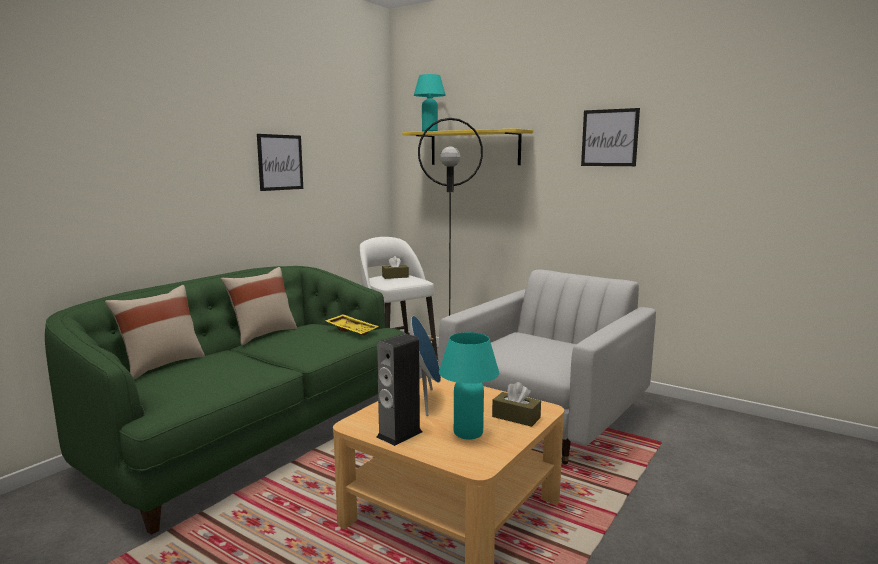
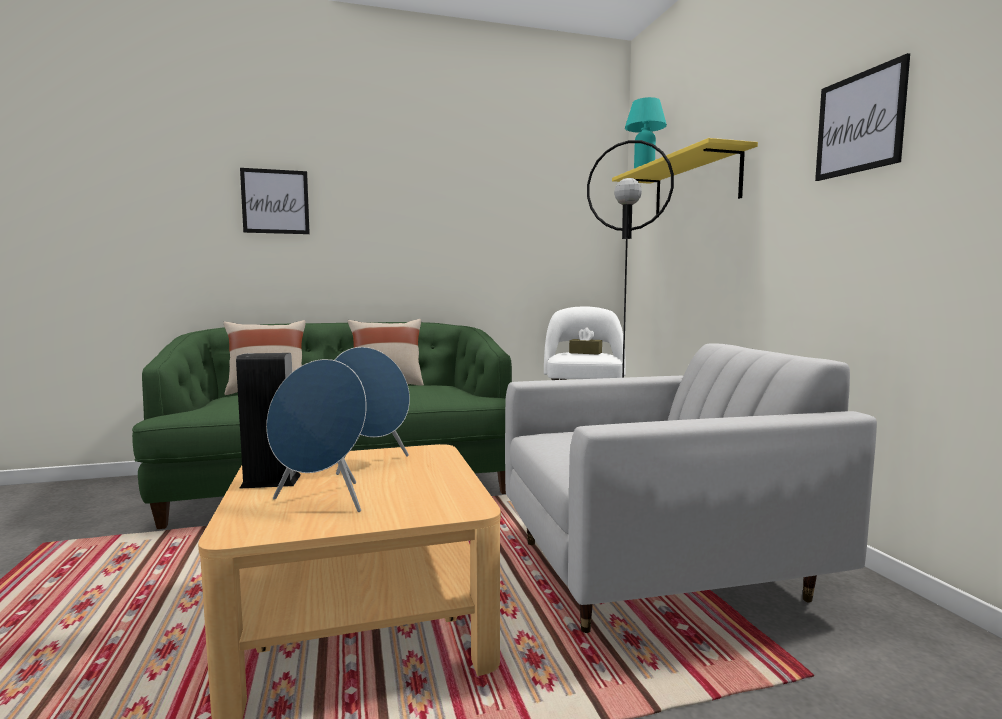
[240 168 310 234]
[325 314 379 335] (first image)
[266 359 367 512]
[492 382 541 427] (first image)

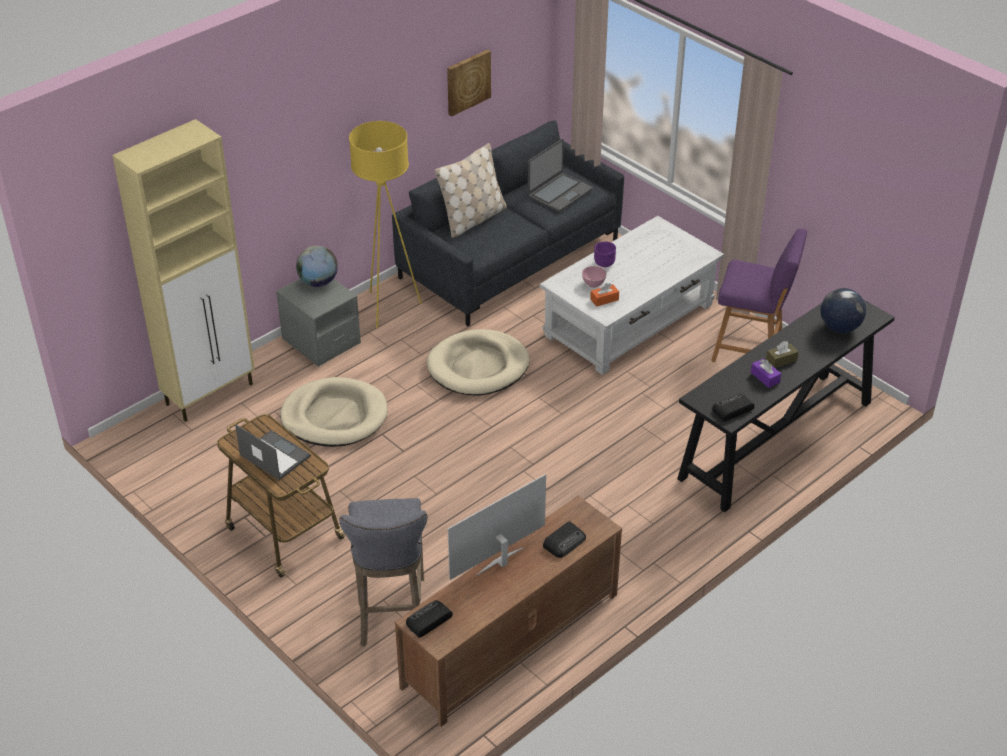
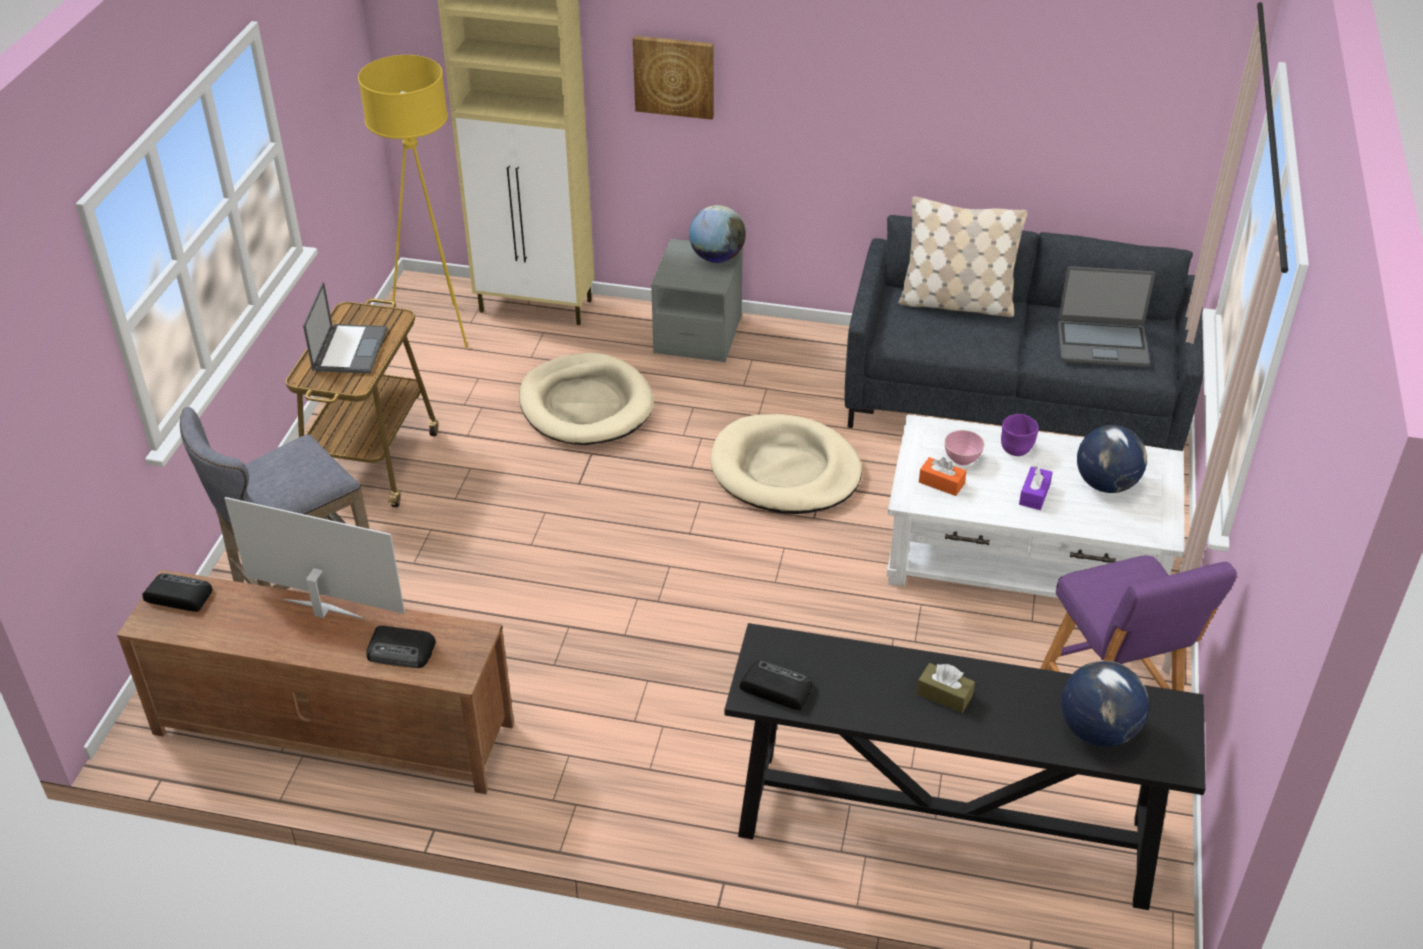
[633 36 714 120]
[358 55 468 348]
[1019 466 1053 510]
[1077 425 1147 493]

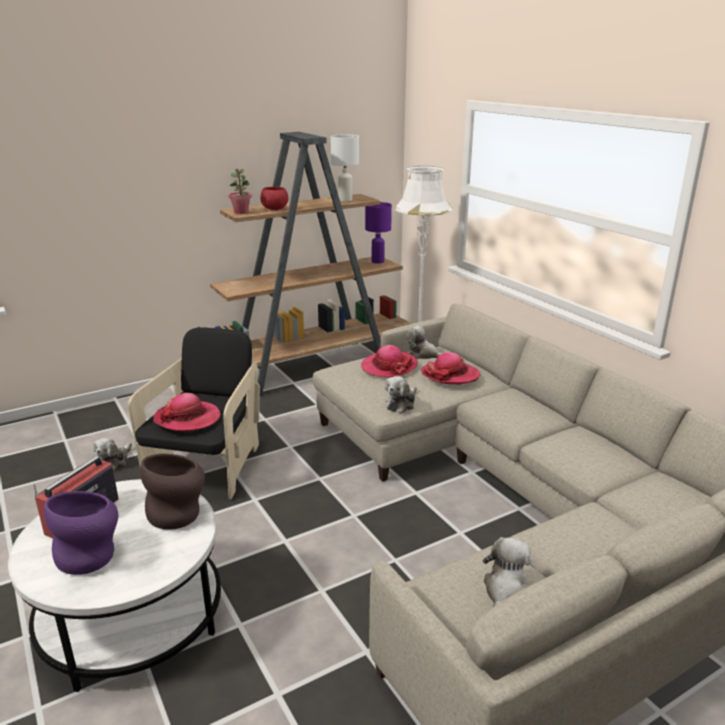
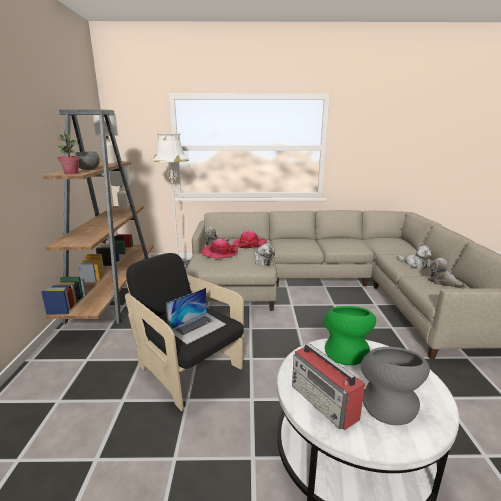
[75 151 100 170]
[109 166 130 209]
[166 288 227 344]
[398 245 432 268]
[324 306 376 365]
[361 347 430 425]

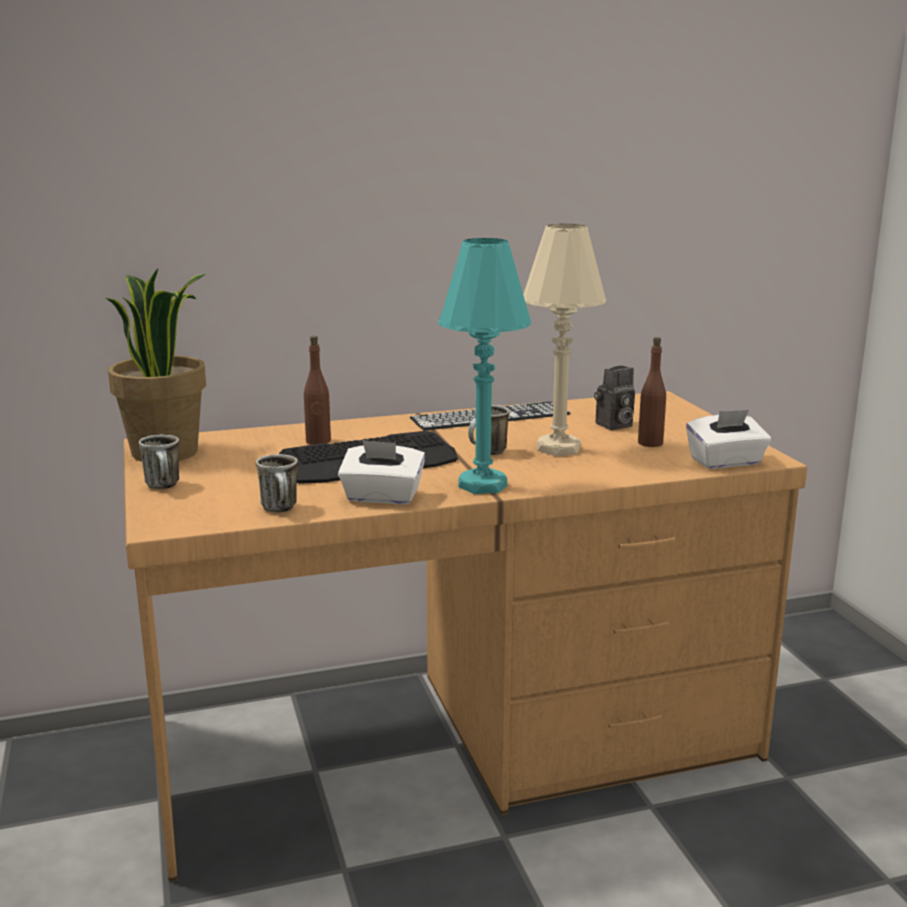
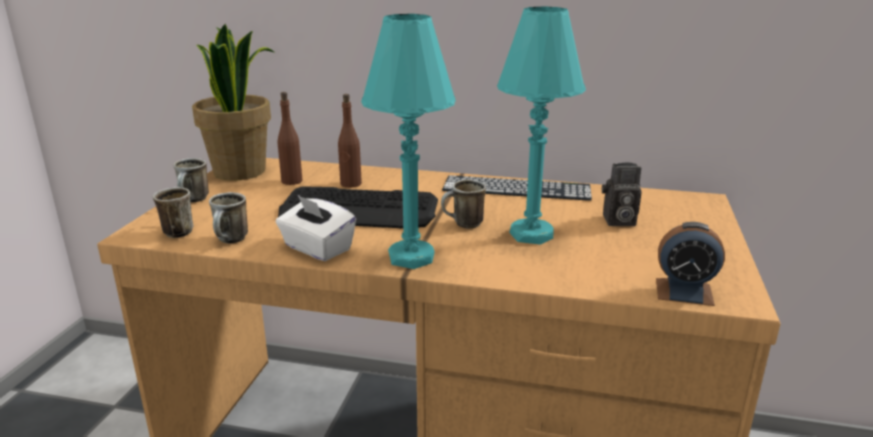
[497 6 586 245]
[278 92 302 185]
[656 222 725 306]
[153 187 193 238]

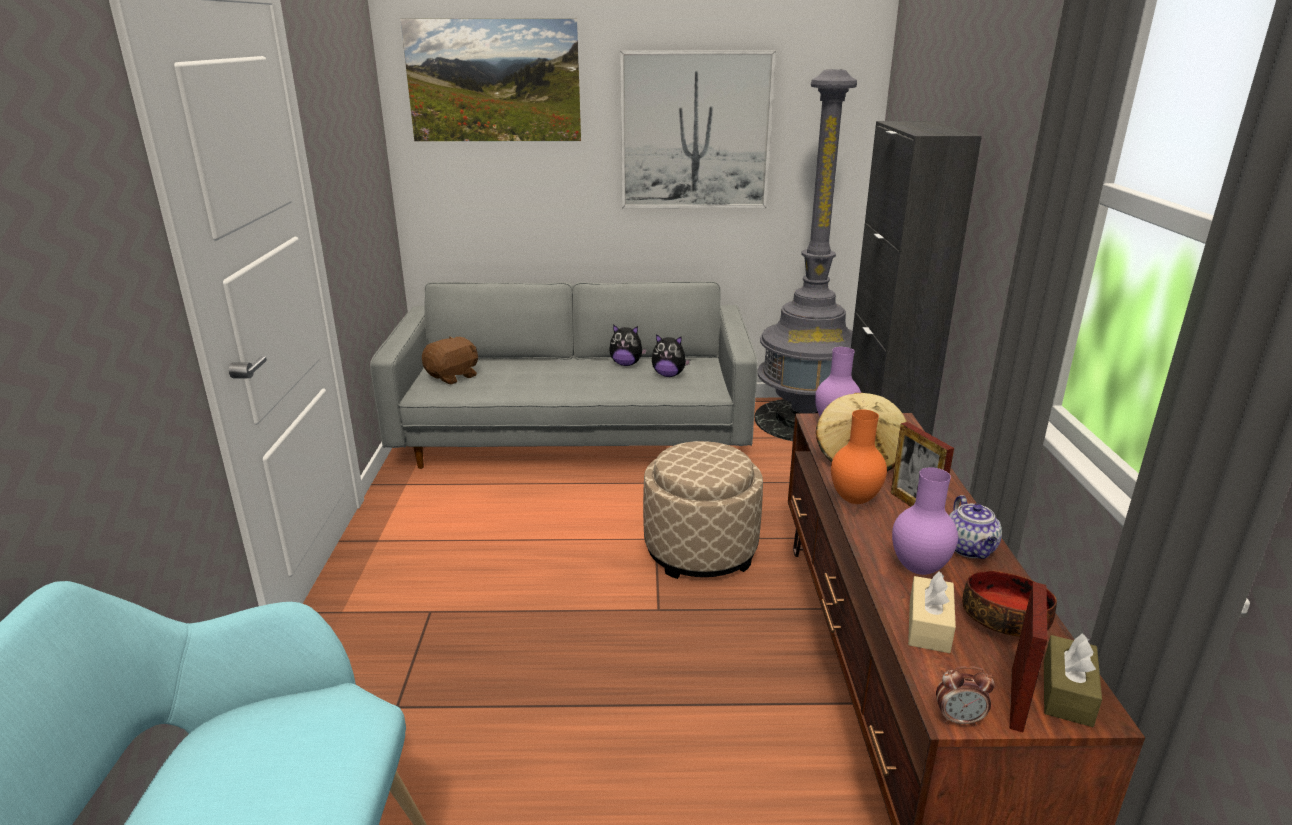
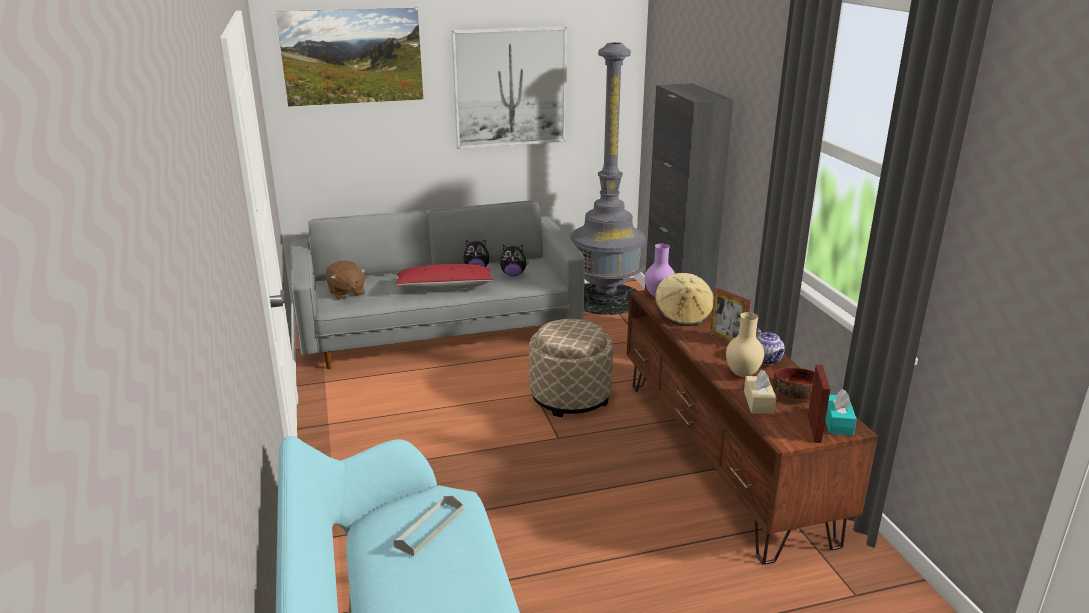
[326 261 366 300]
[831 409 887 504] (first image)
[726 312 764 377]
[825 389 857 435]
[936 666 995 726] (first image)
[394 264 494 290]
[394 496 464 556]

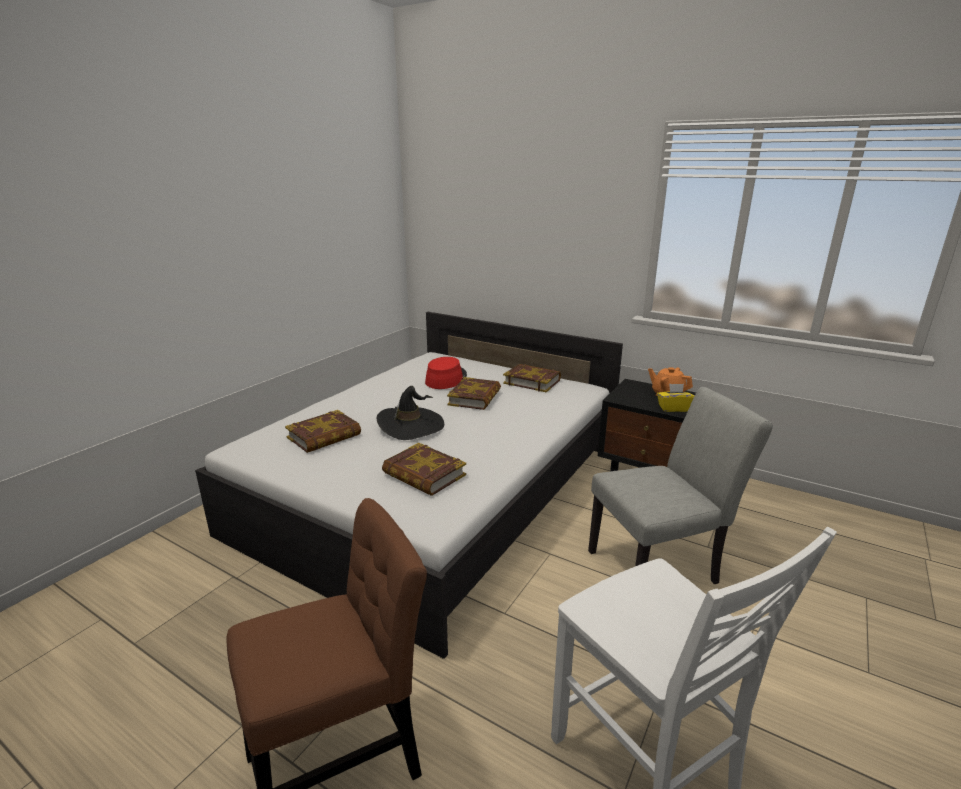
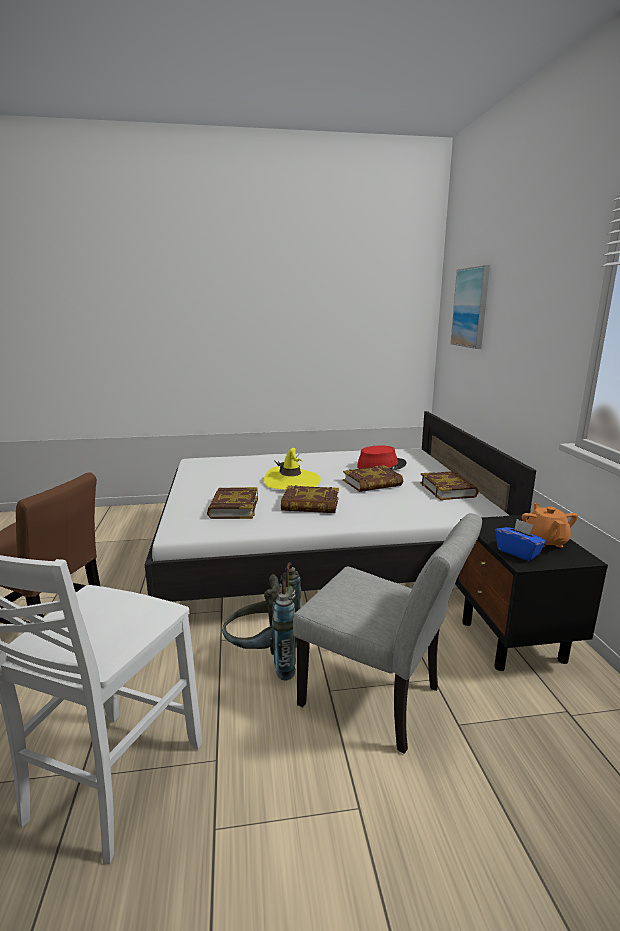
[495 519 546 561]
[264 448 321 490]
[281 485 339 513]
[451 265 490 349]
[222 562 302 681]

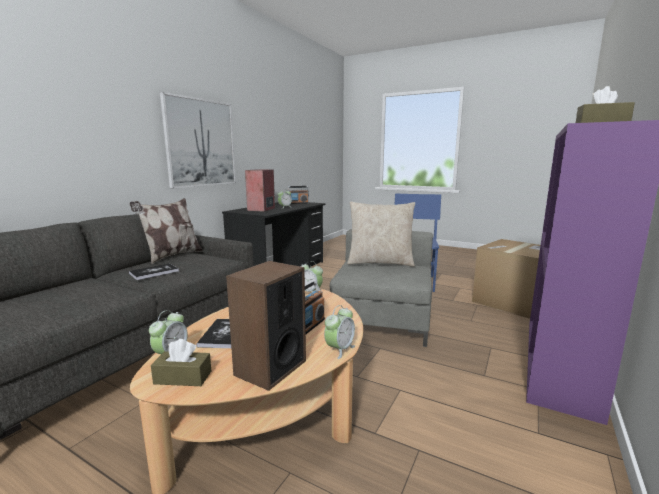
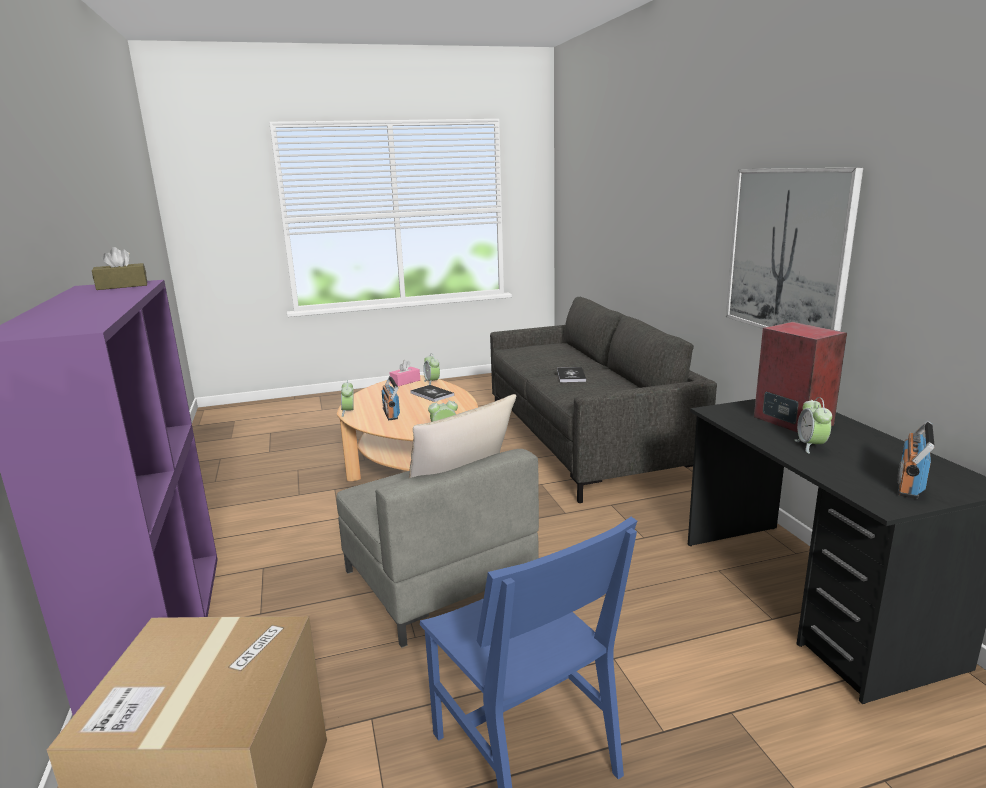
[130 198 203 264] (first image)
[226 261 306 391] (first image)
[390 360 420 386]

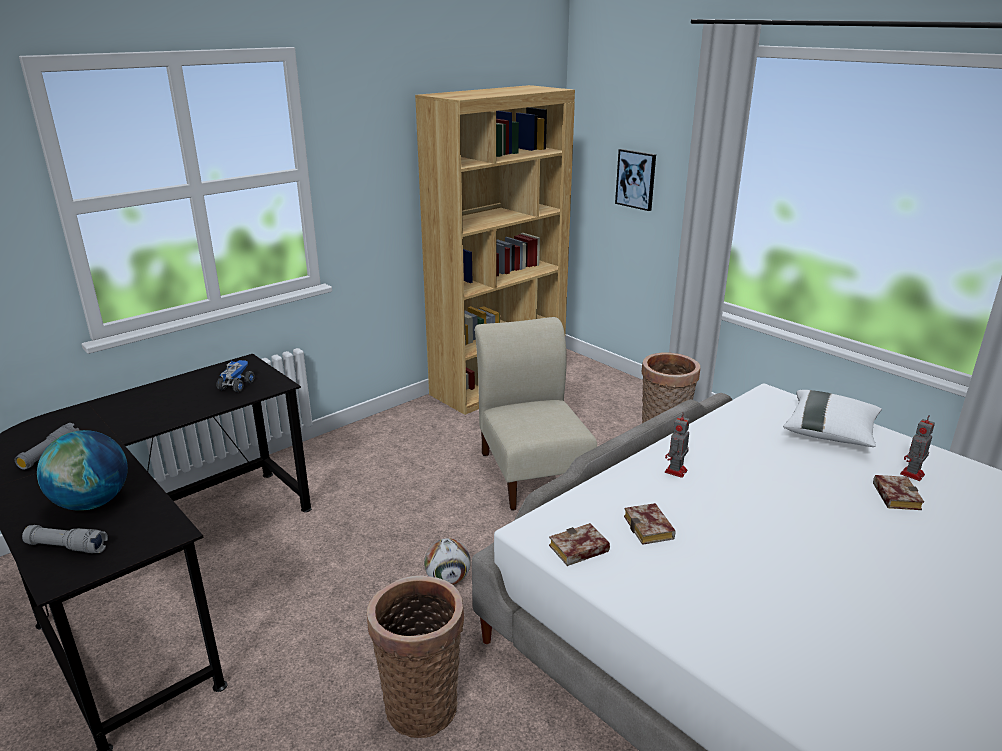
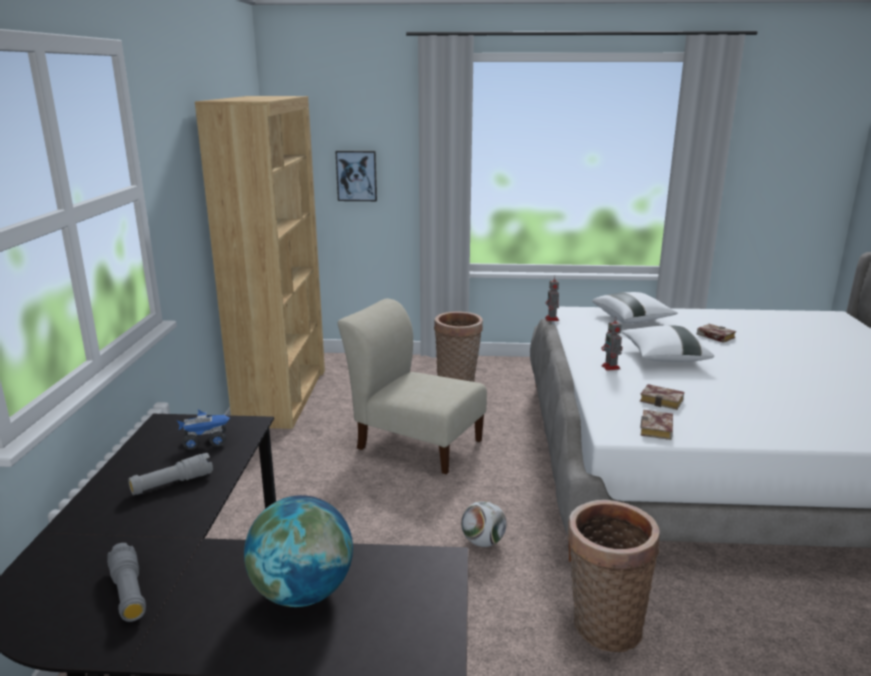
[177 410 230 450]
[545 276 559 321]
[128 453 213 495]
[622 325 714 362]

